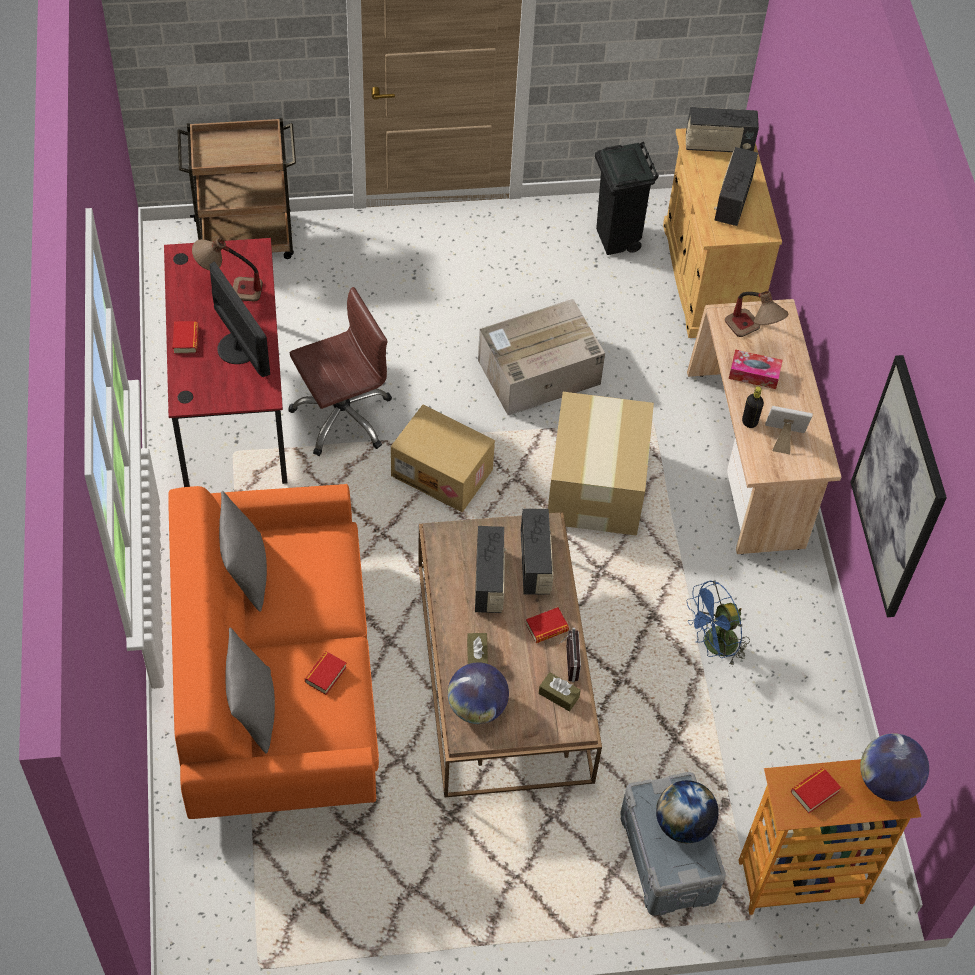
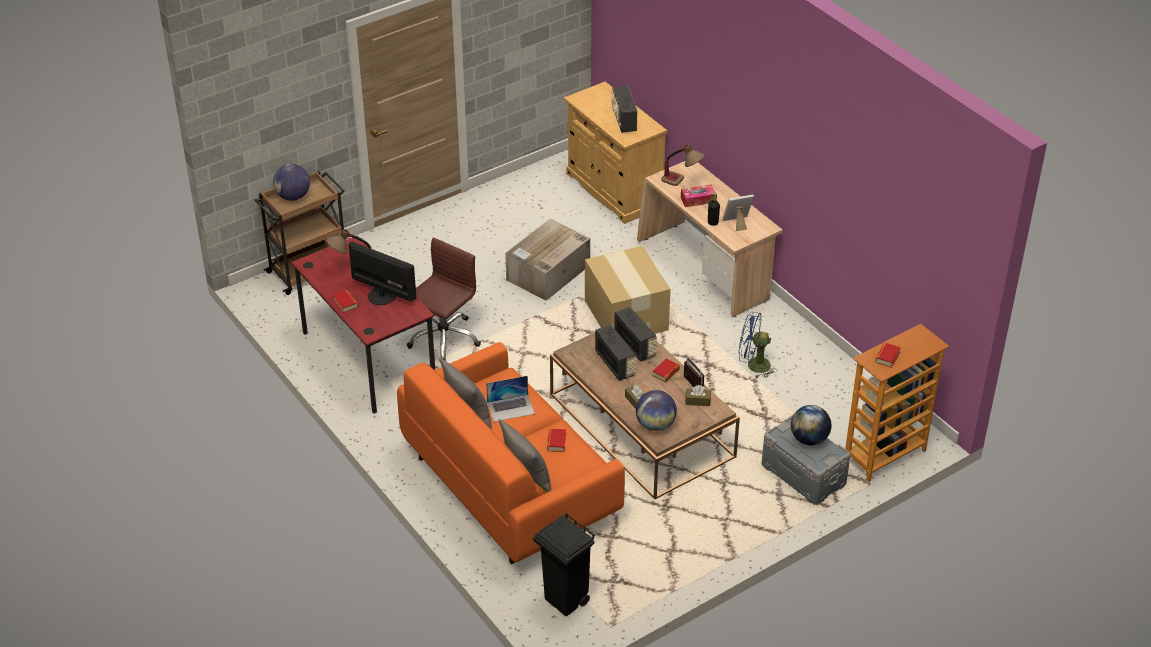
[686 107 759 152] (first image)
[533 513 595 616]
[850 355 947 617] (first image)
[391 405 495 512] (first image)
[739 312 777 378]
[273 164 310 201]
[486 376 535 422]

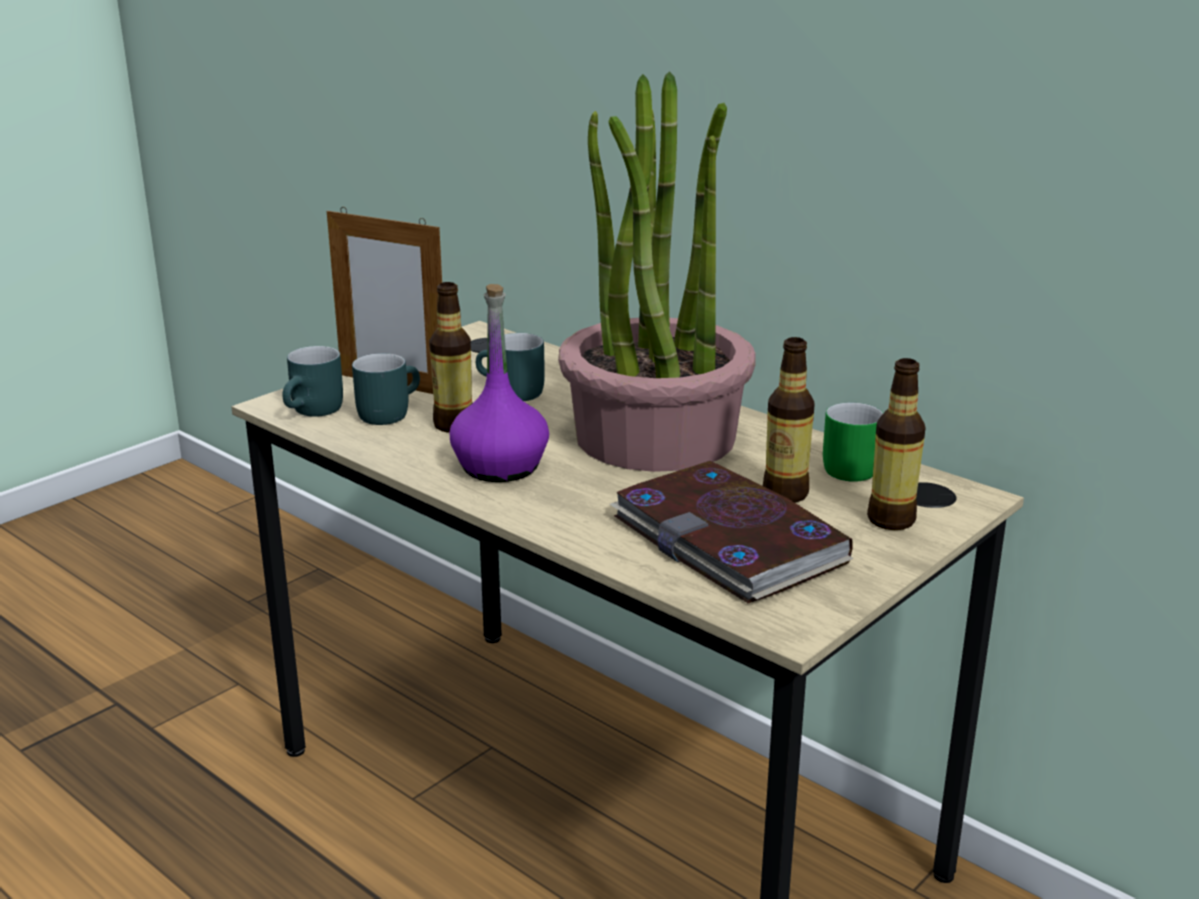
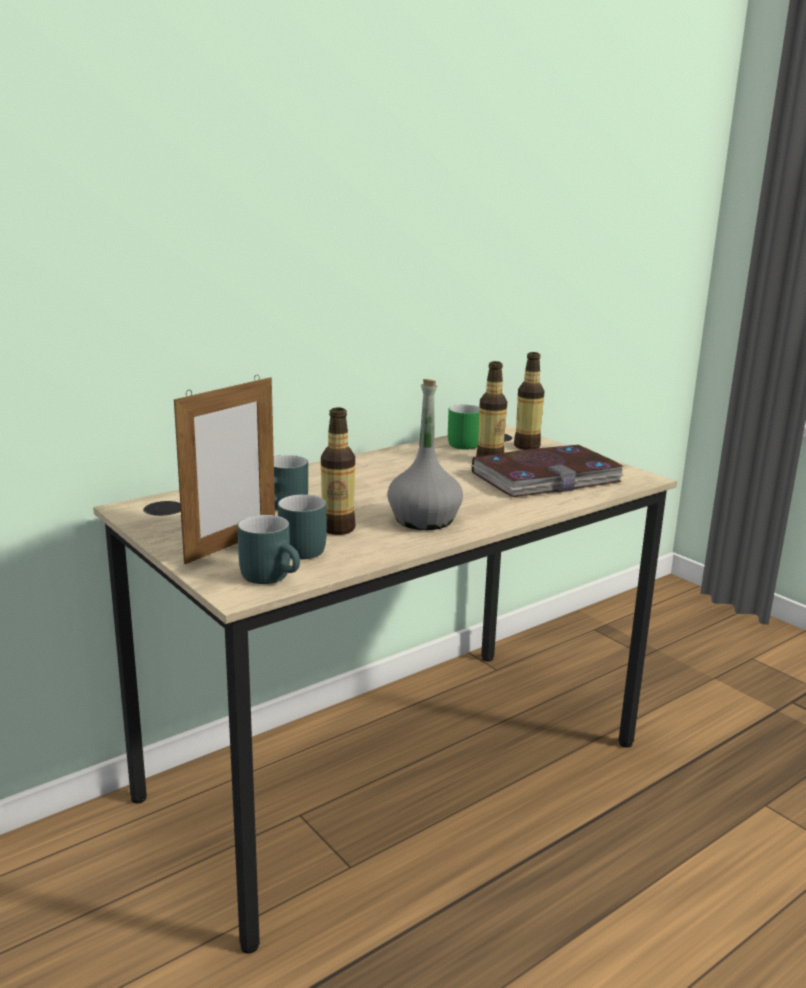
[558 71 756 472] (first image)
[387 379 463 530]

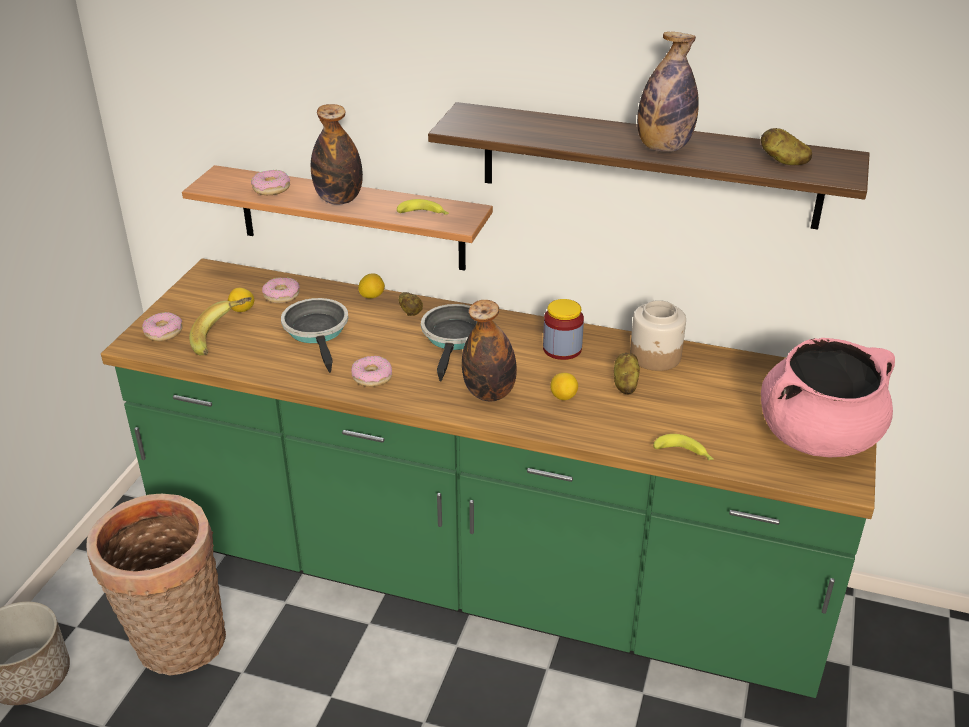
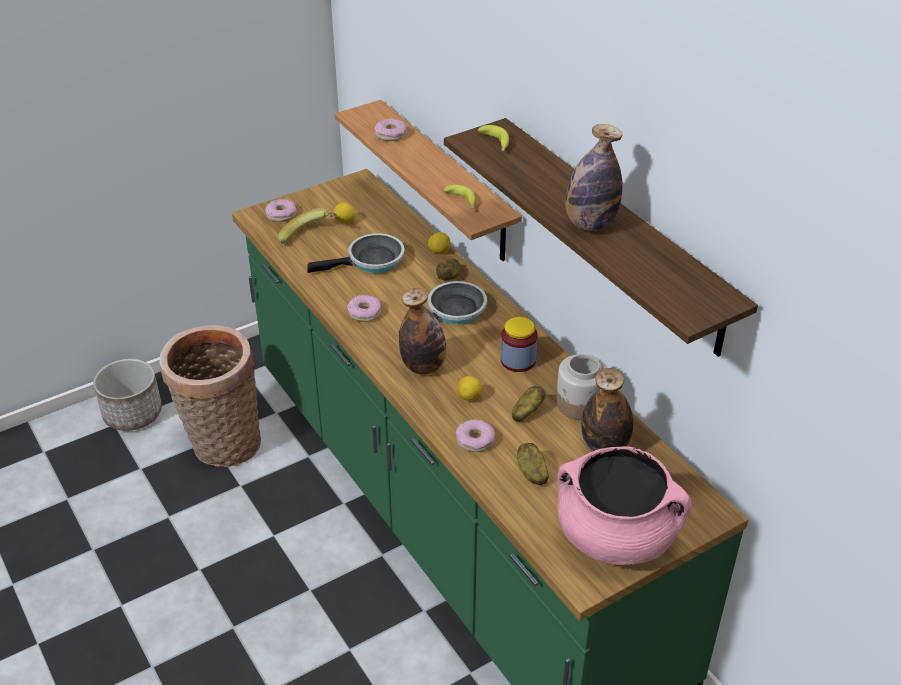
[581 368 633 451]
[517 443 549 485]
[456 419 495 452]
[307 233 405 273]
[478 125 509 151]

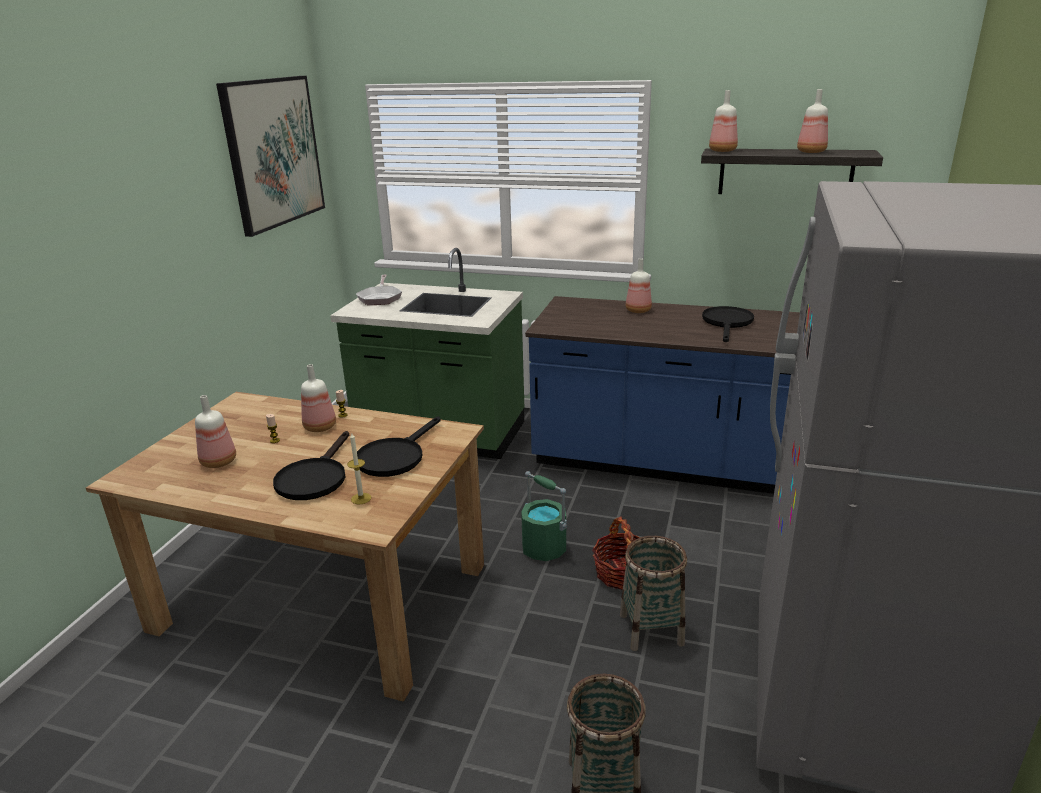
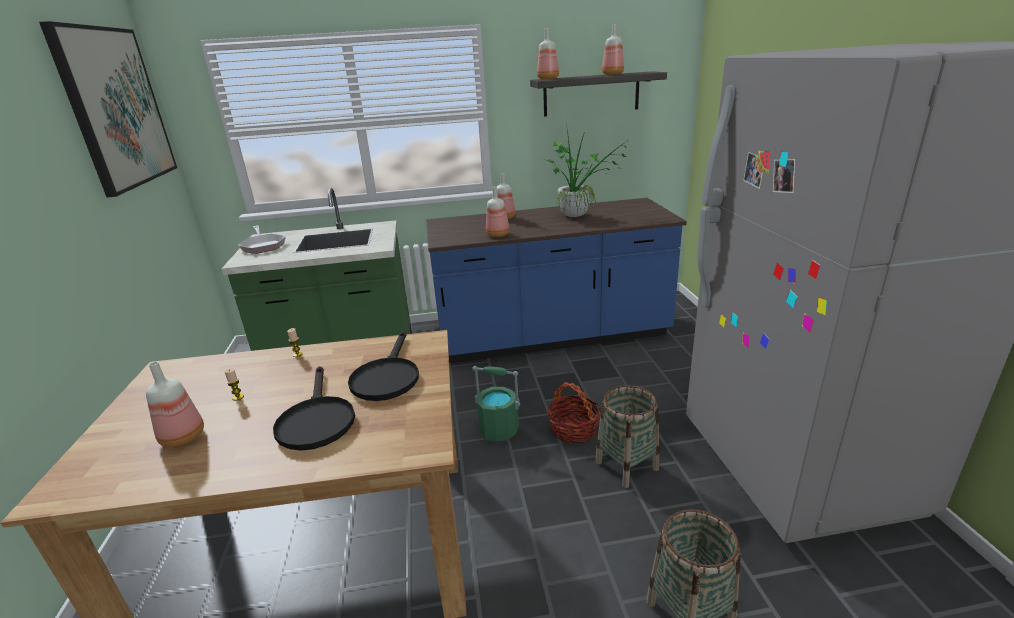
[545 123 627 217]
[486 186 510 237]
[347 433 371 505] (first image)

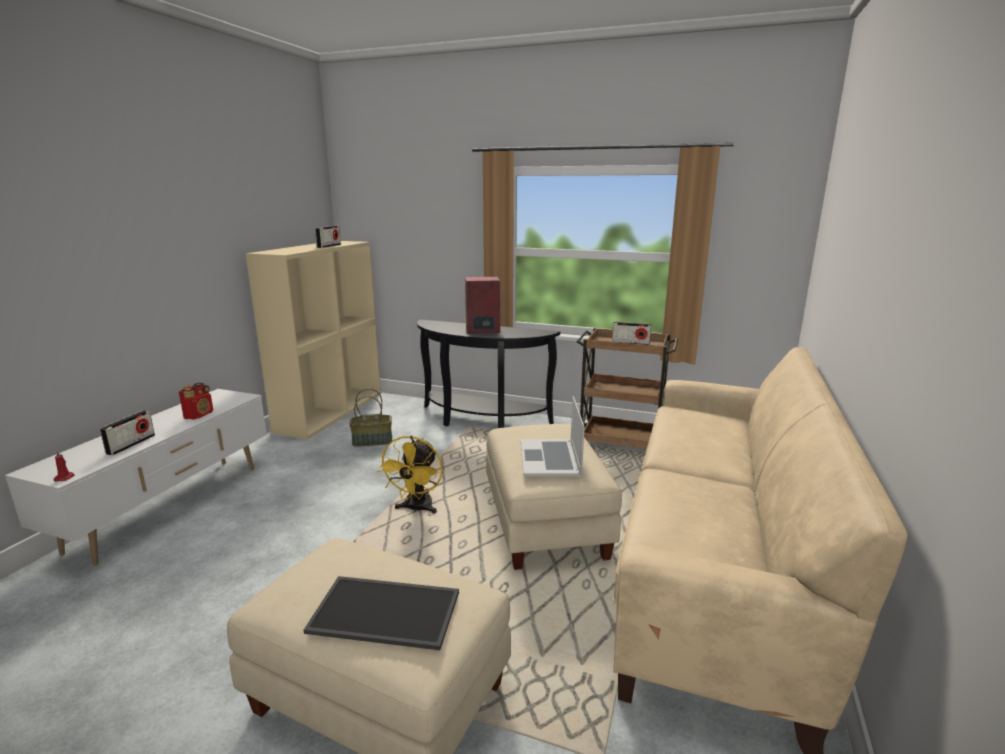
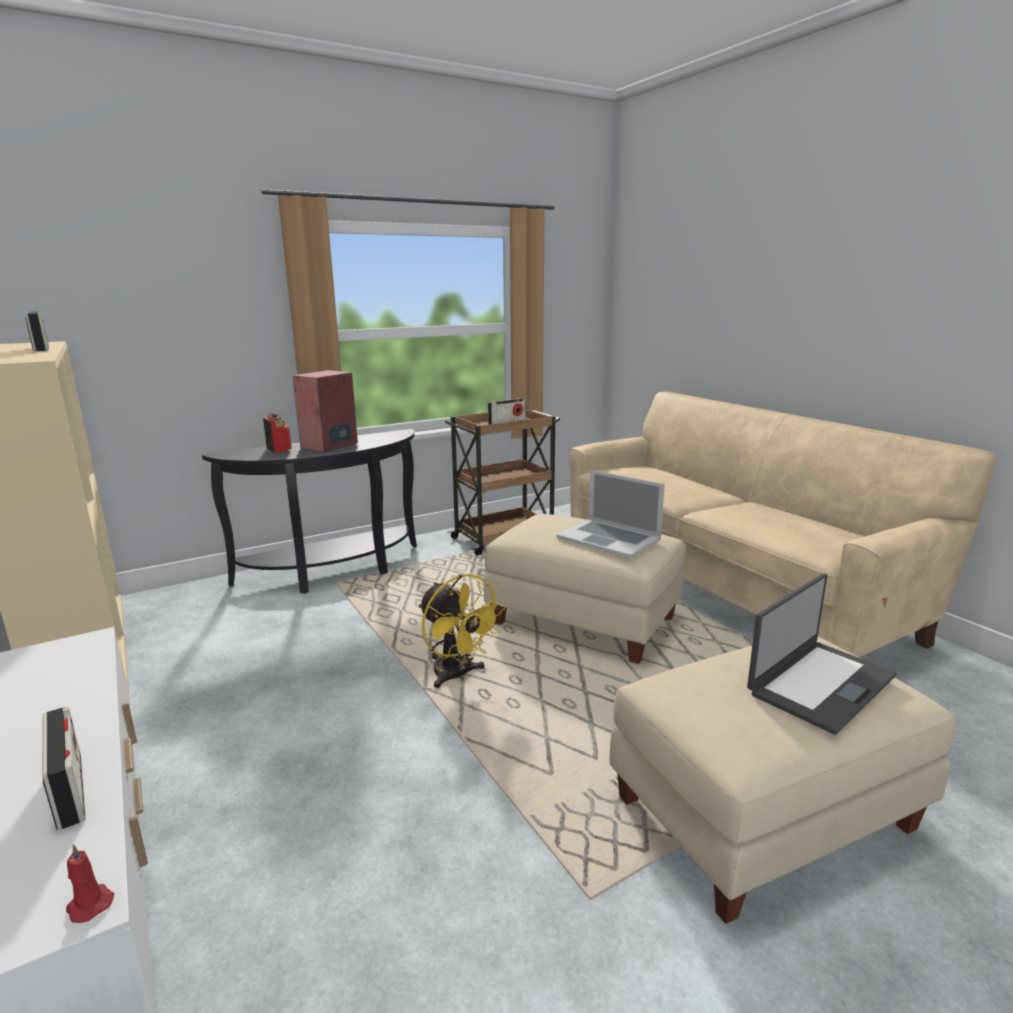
[263 414 291 453]
[349 389 392 447] (first image)
[747 573 896 735]

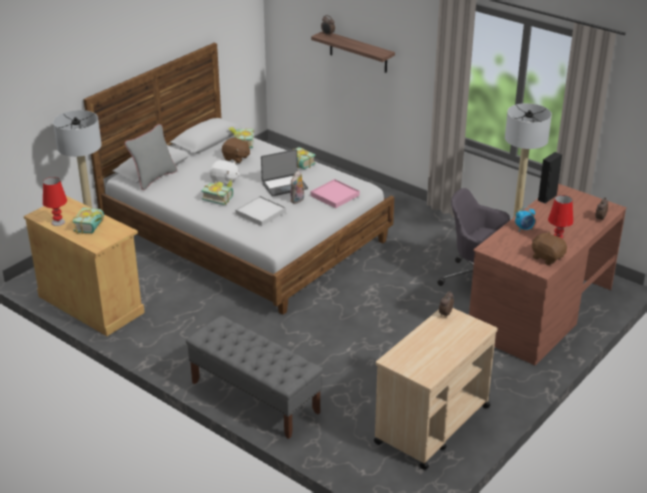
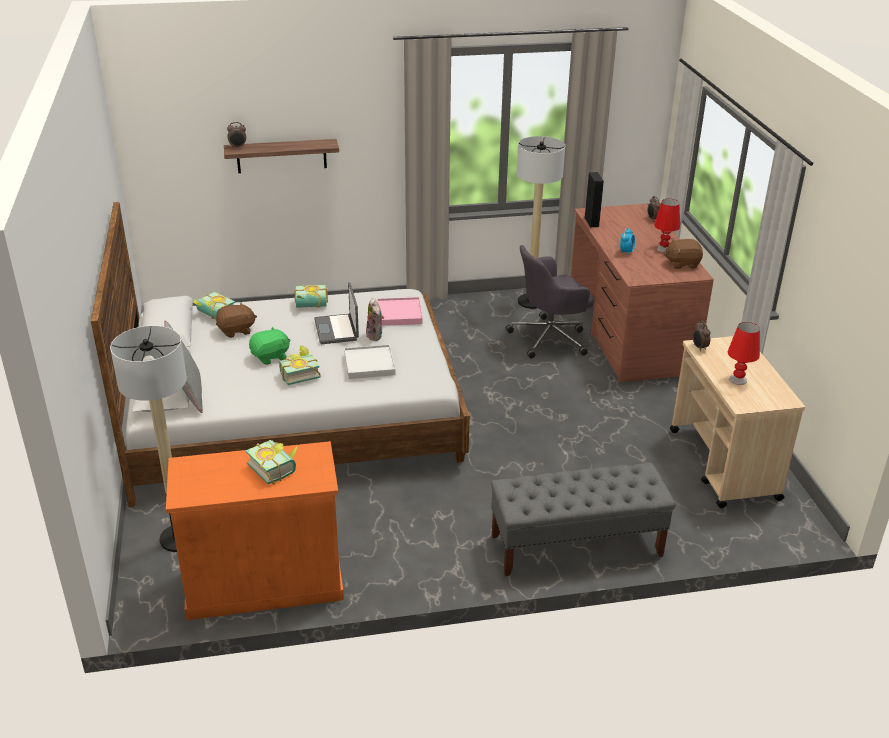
[314 282 359 344]
[249 327 290 365]
[728 322 760 385]
[166 441 344 620]

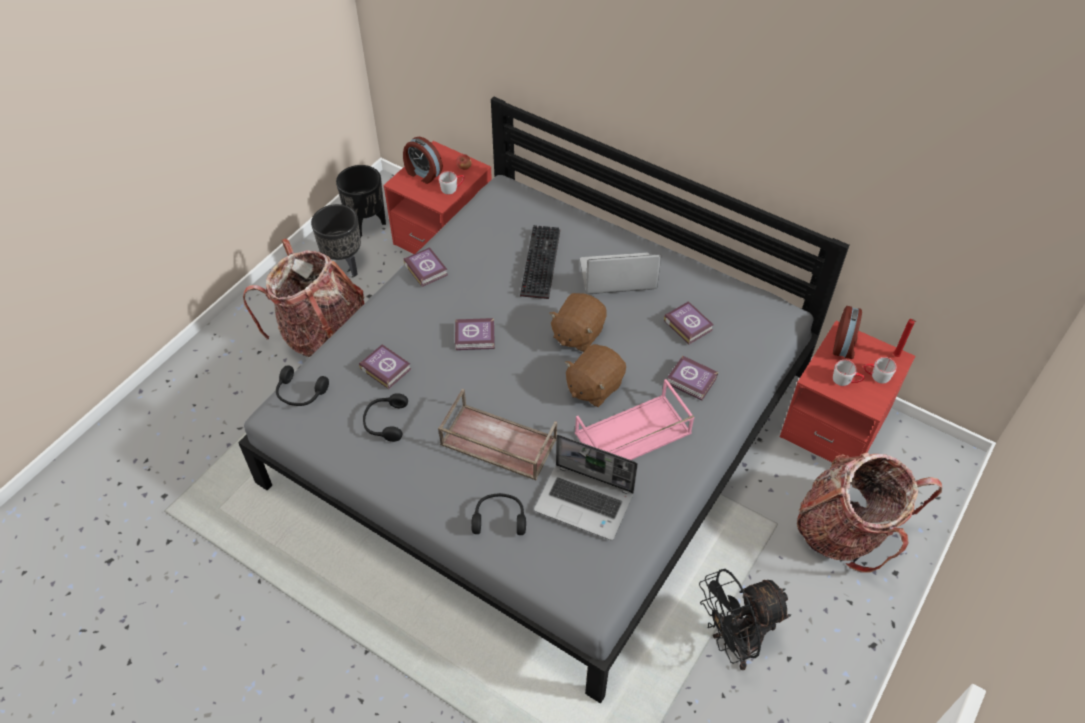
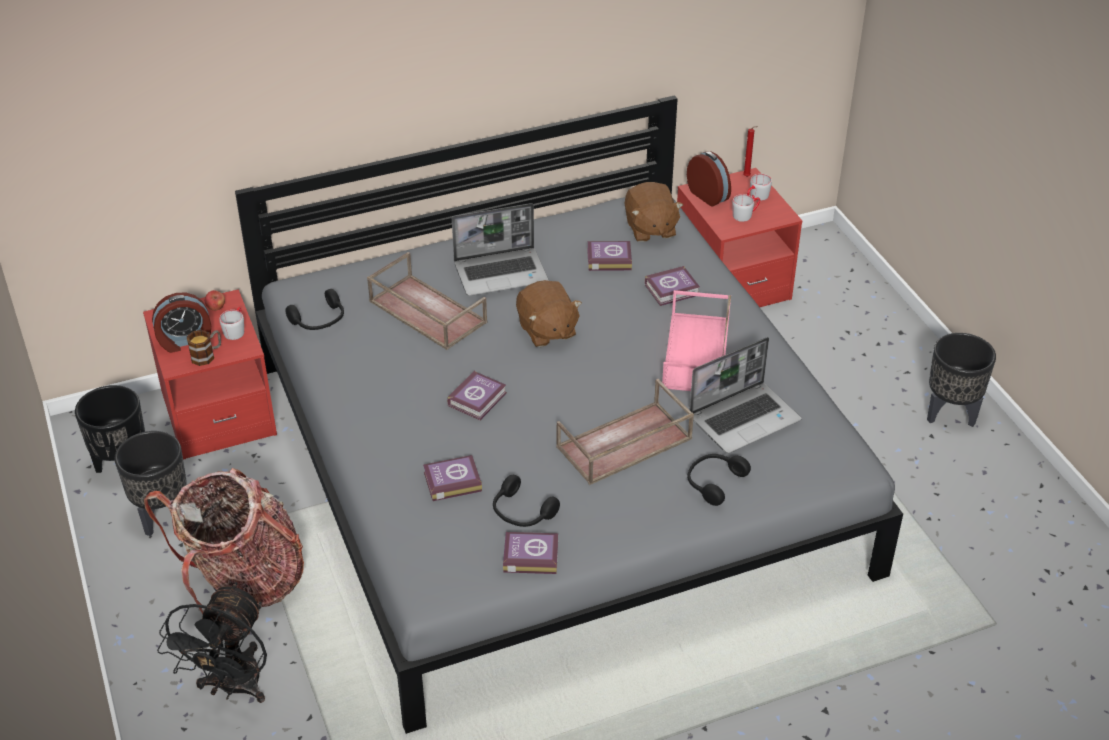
[367 252 488 350]
[503 532 558 574]
[452 203 549 296]
[624 182 683 242]
[285 289 344 330]
[797 452 942 572] (first image)
[157 582 267 703]
[187 330 221 366]
[927 333 996 427]

